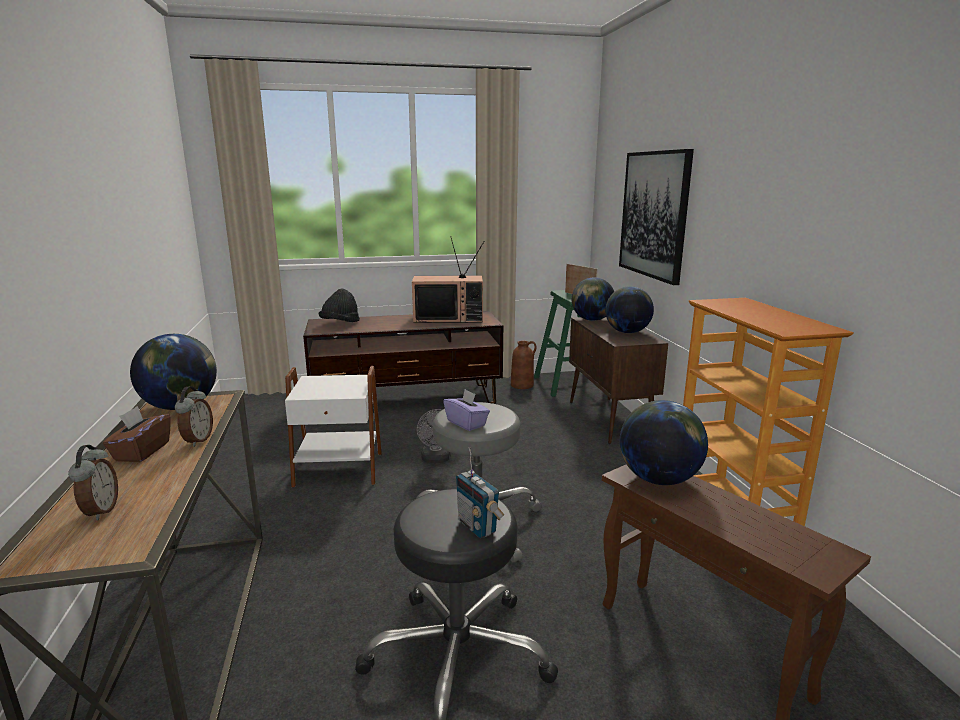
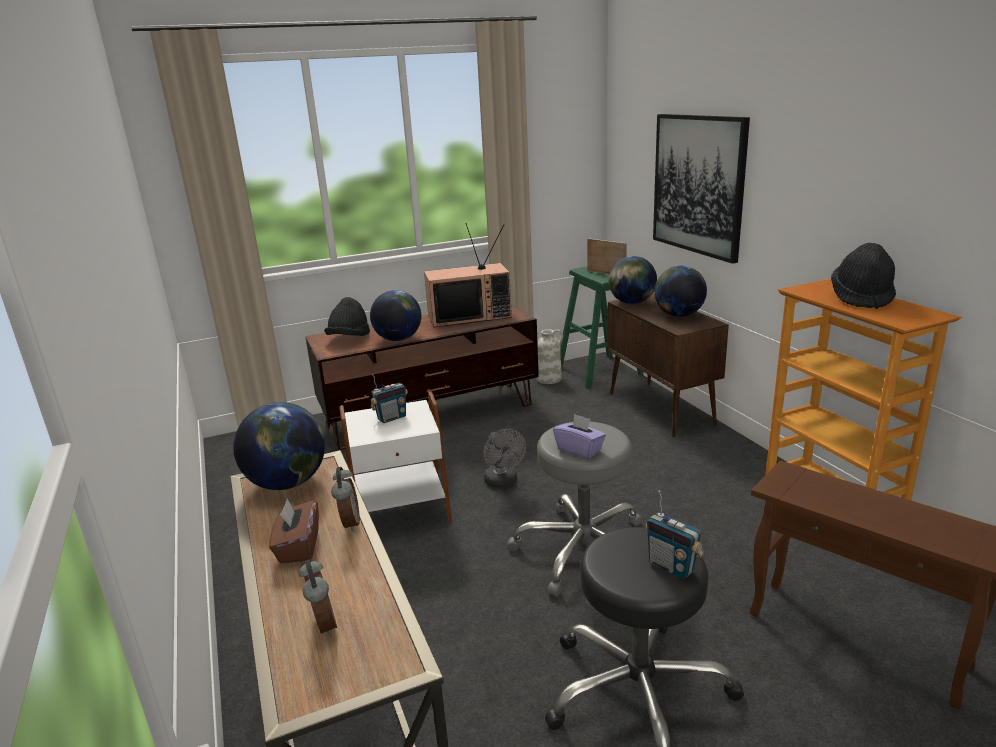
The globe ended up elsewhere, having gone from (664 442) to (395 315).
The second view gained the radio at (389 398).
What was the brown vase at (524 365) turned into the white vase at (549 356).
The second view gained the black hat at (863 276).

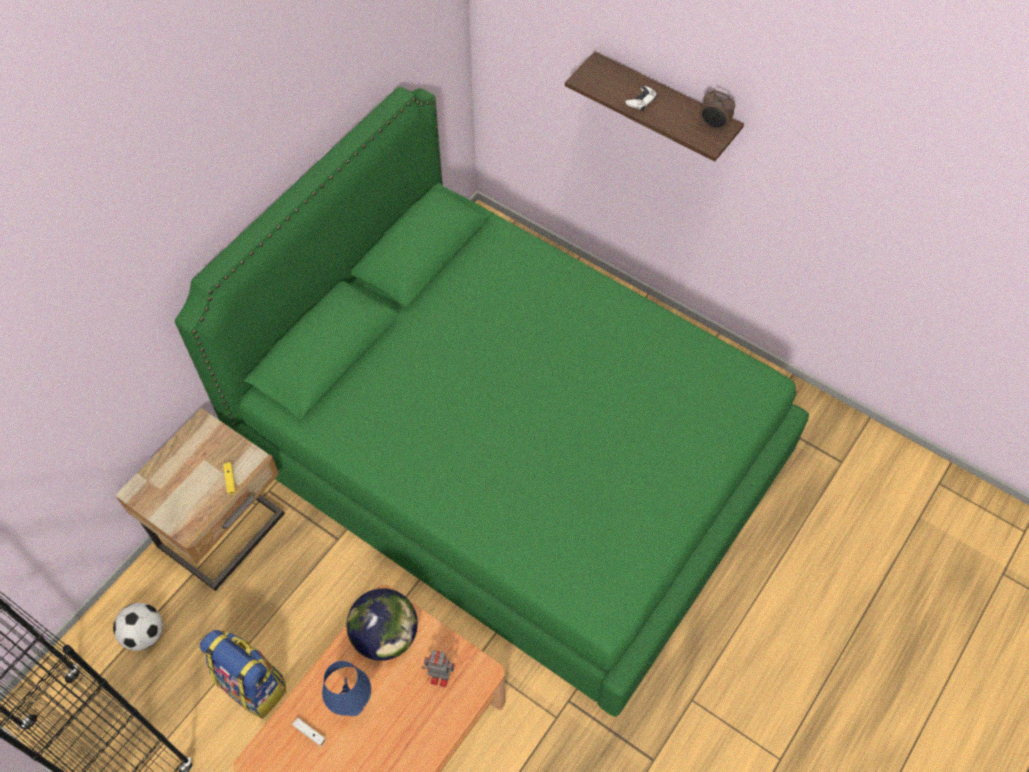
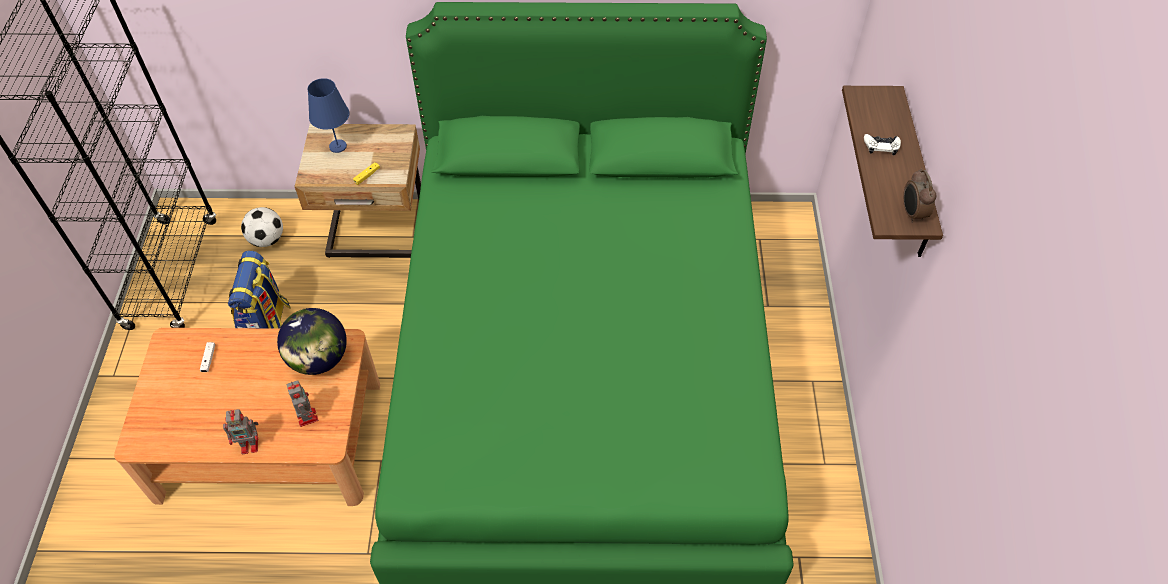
The second view gained the toy robot at (240 431).
The blue table lamp ended up elsewhere, having gone from (346 688) to (328 115).

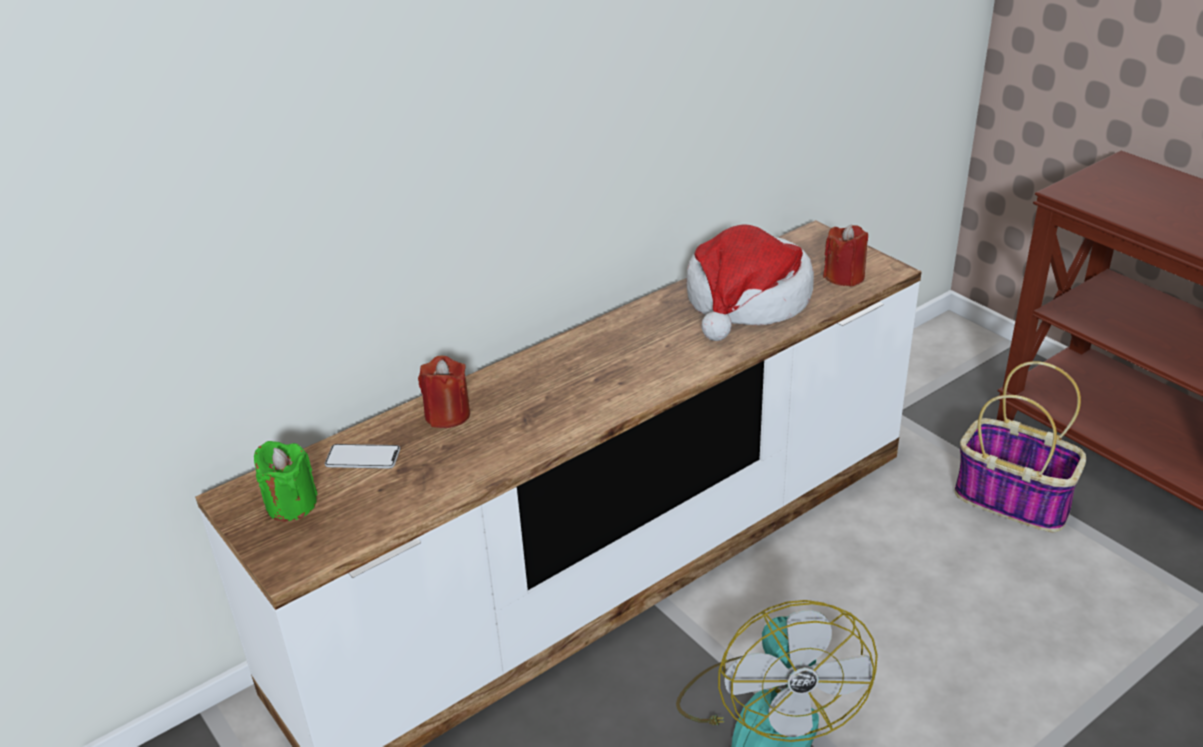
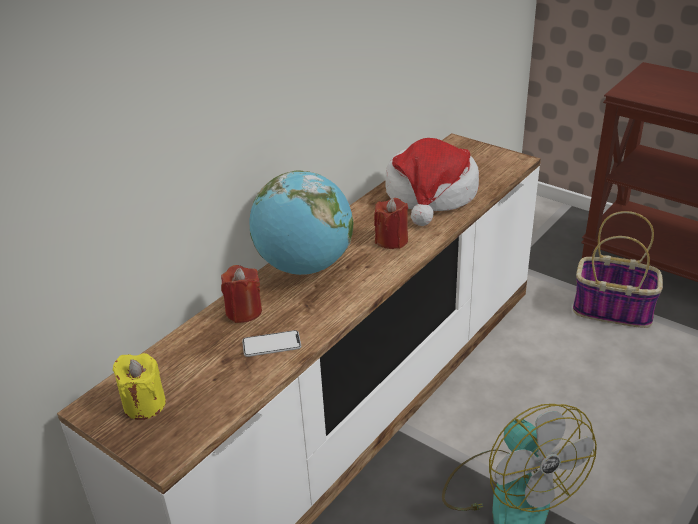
What was the green candle at (286 481) turned into the yellow candle at (139 386).
The phone ended up elsewhere, having gone from (362 456) to (271 343).
The second view gained the globe at (301 223).
The red candle ended up elsewhere, having gone from (845 255) to (391 223).

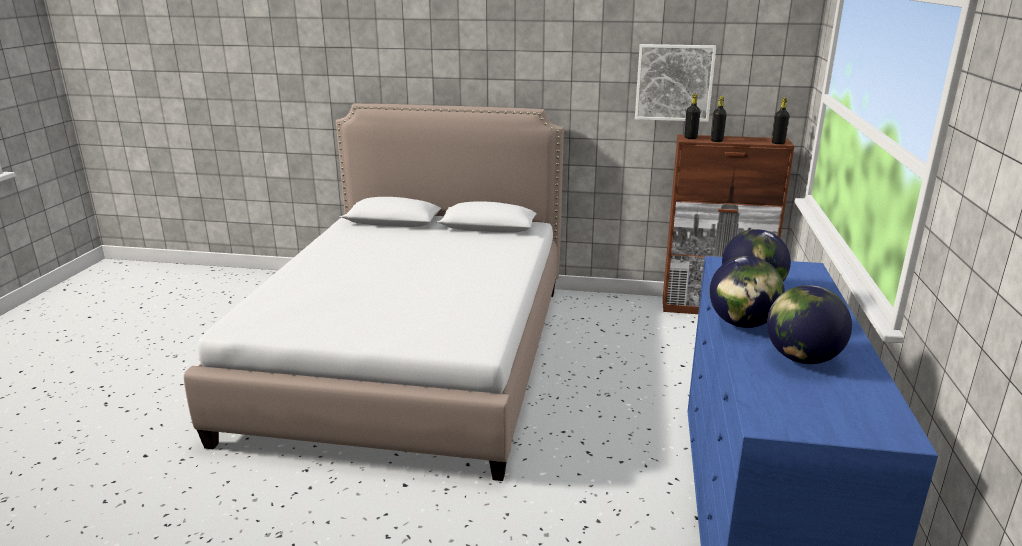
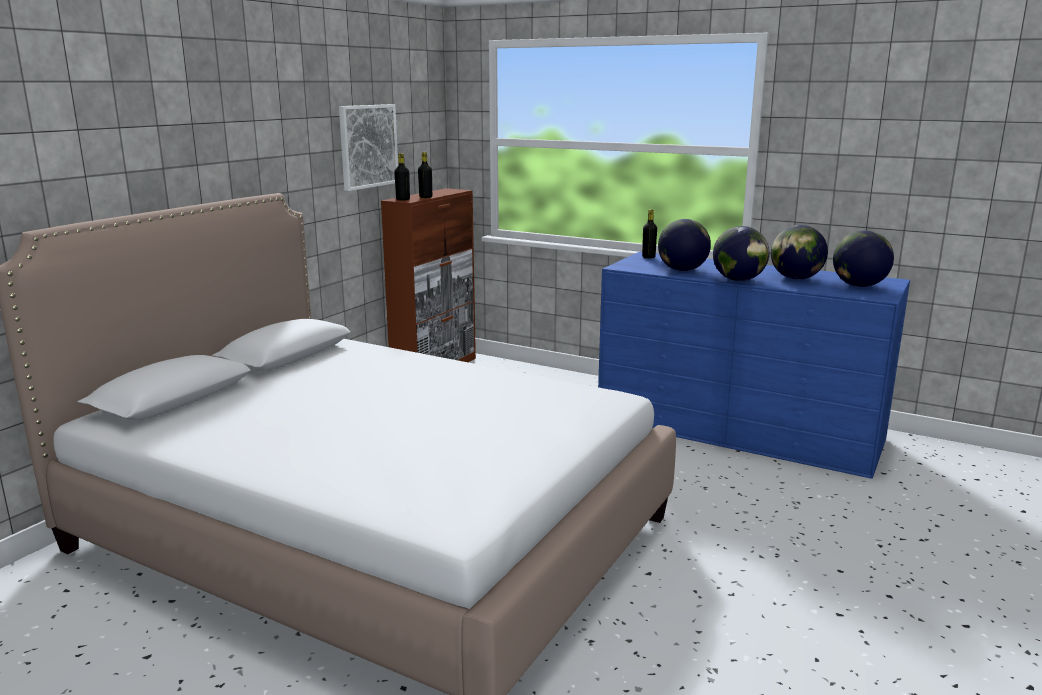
The black bottle ended up elsewhere, having gone from (780 121) to (649 234).
The second view gained the globe at (863 258).

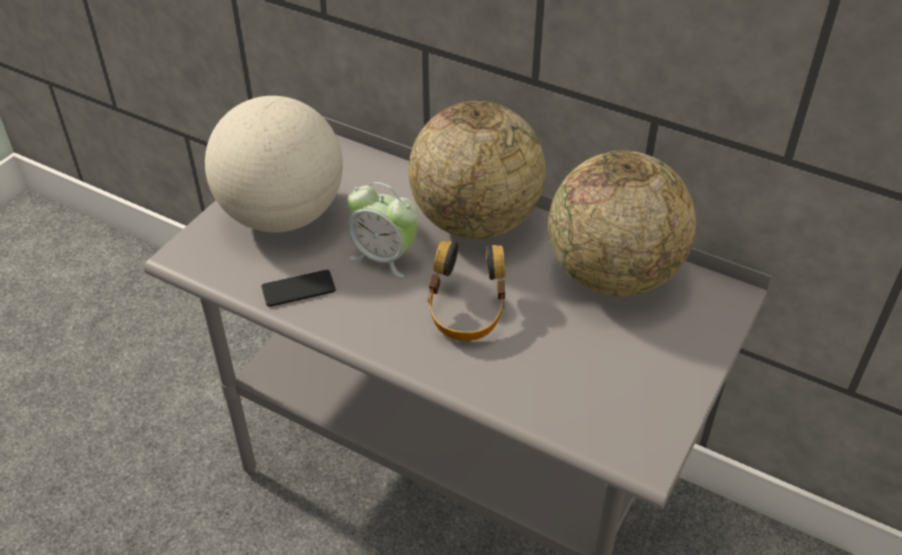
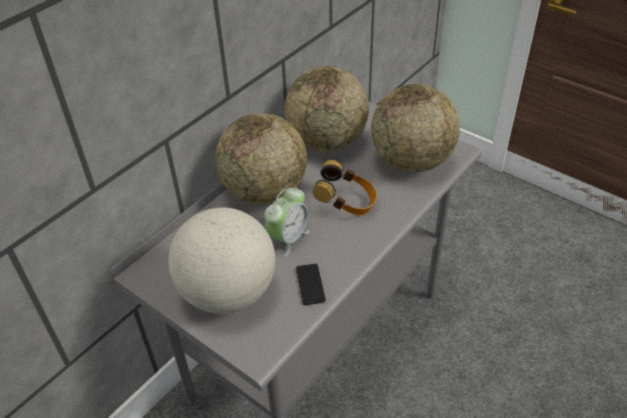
The second view gained the globe at (415 128).

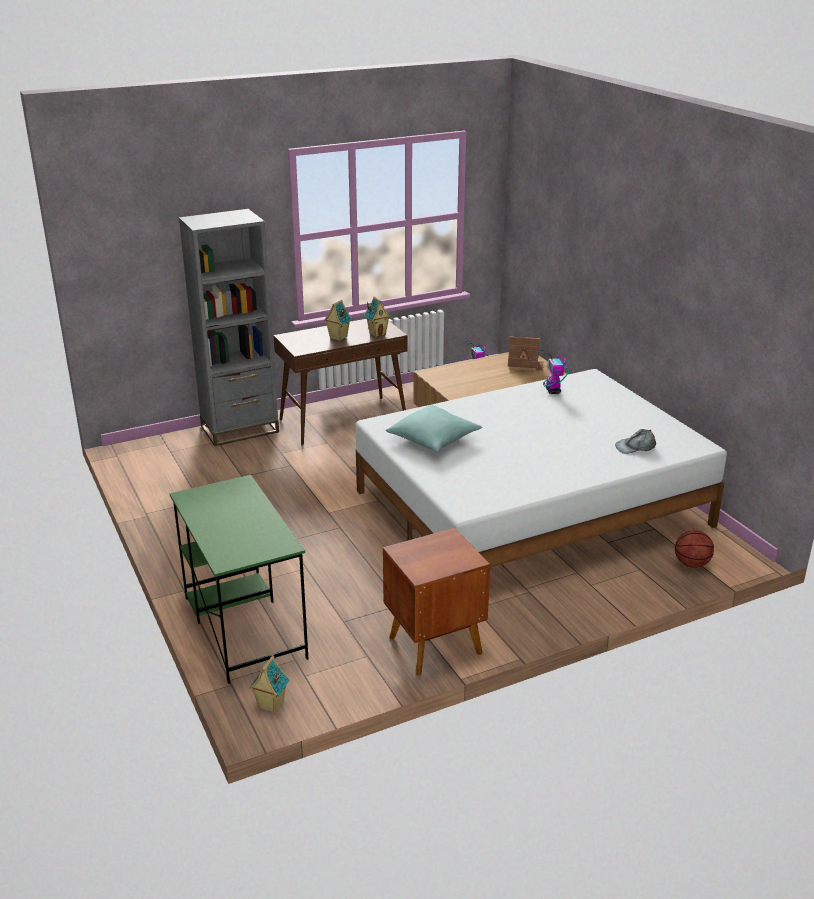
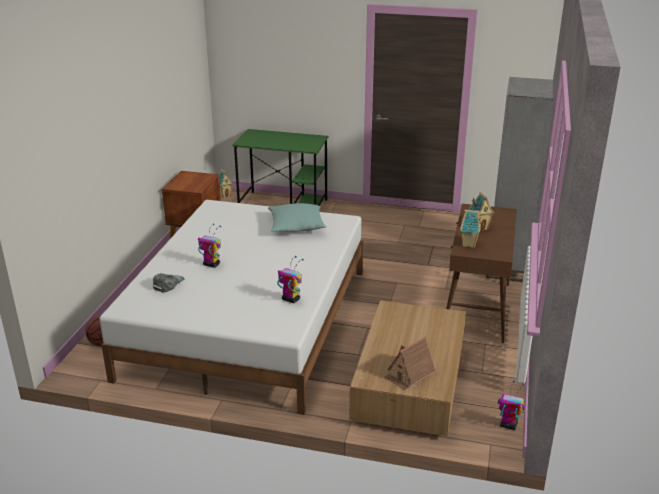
The second view gained the toy robot at (209 246).

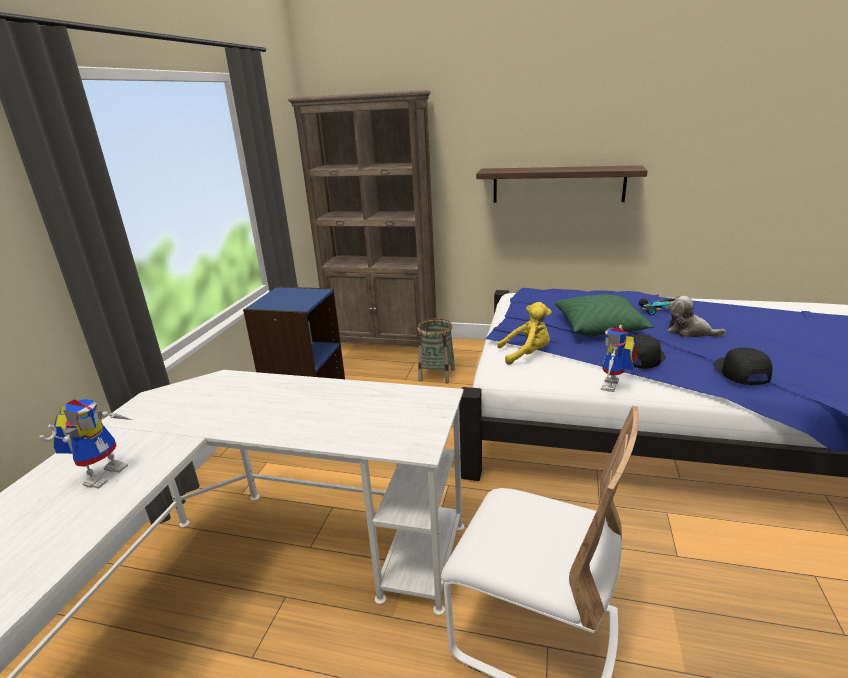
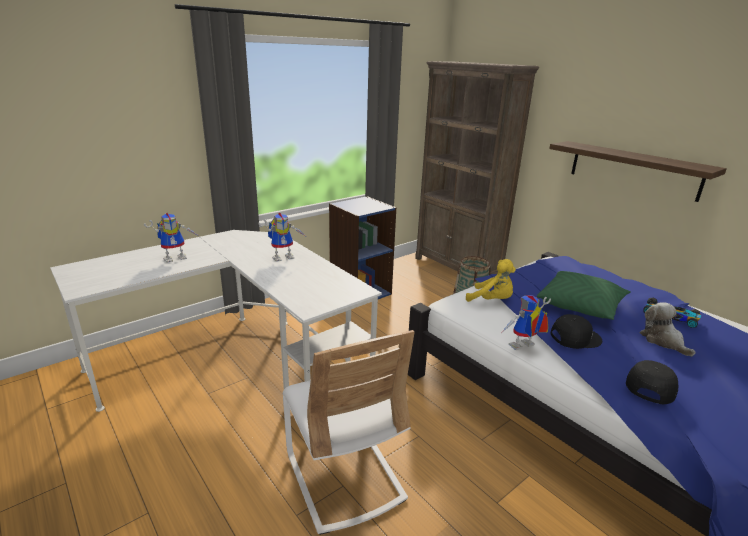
The second view gained the toy robot at (281 237).

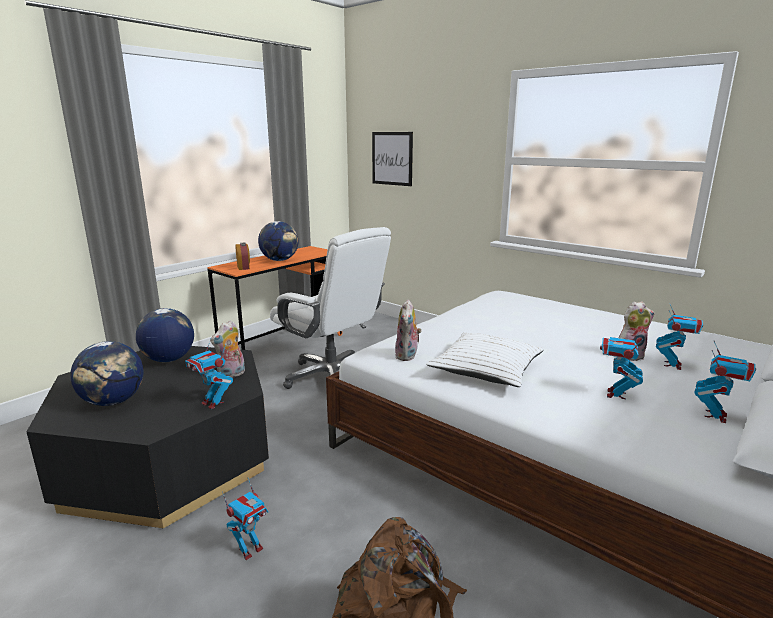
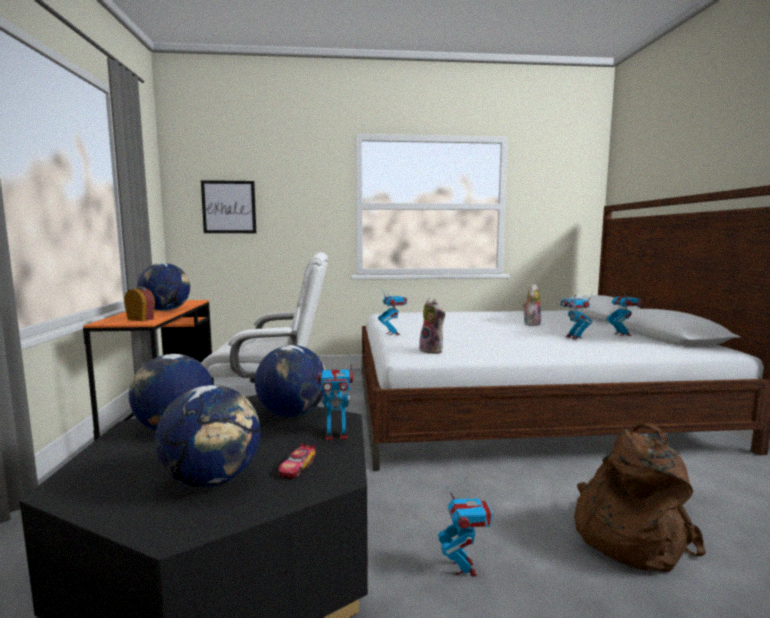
Where the plush toy stood at (227 349), the globe came to stand at (290 381).
The second view gained the toy car at (297 461).
The toy robot ended up elsewhere, having gone from (679 337) to (393 312).
The second view lost the white pillow at (485 359).

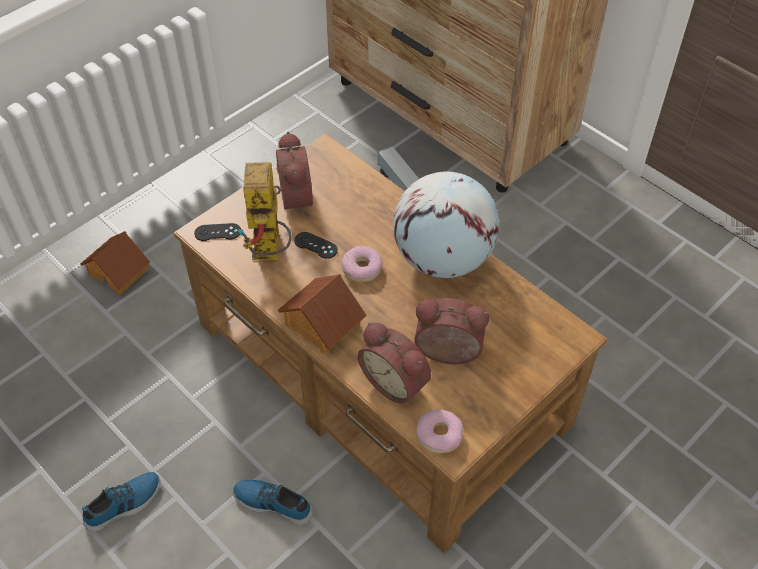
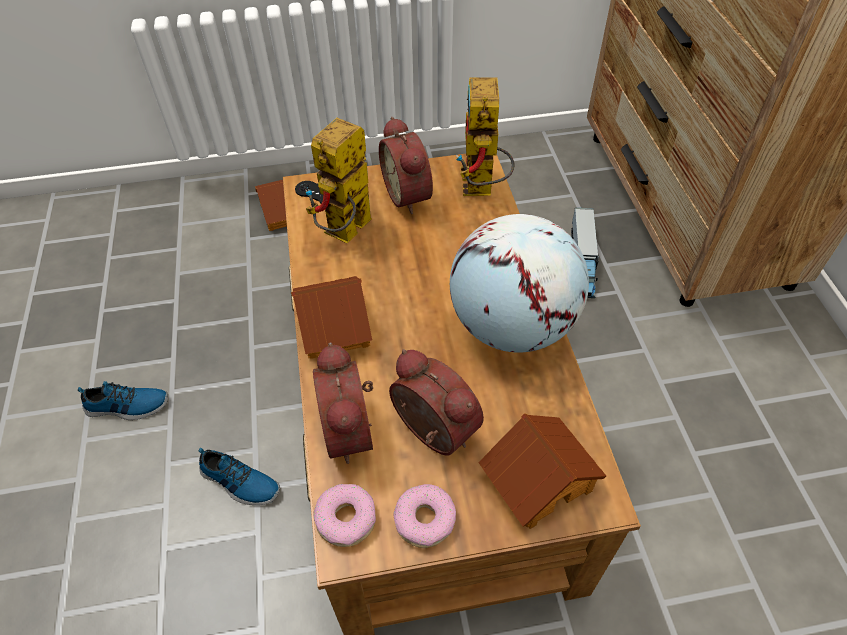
The shoe at (273 502) ended up facing another way, 150 degrees clockwise from before.
The alarm clock at (293 173) ended up facing another way, 135 degrees clockwise from before.
The donut ended up elsewhere, having gone from (362 264) to (424 516).
The second view gained the toy robot at (485 136).
The second view gained the toy house at (542 471).
The second view lost the black game controller at (316 245).

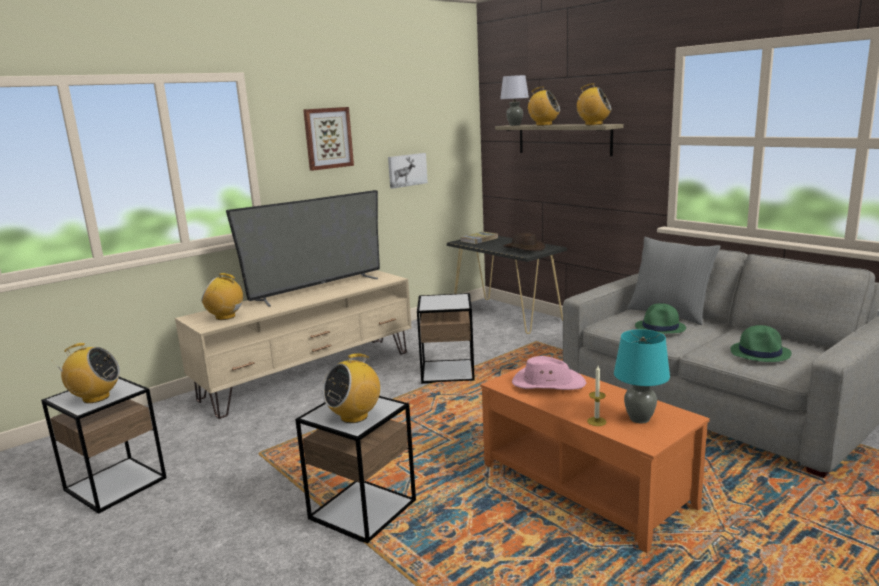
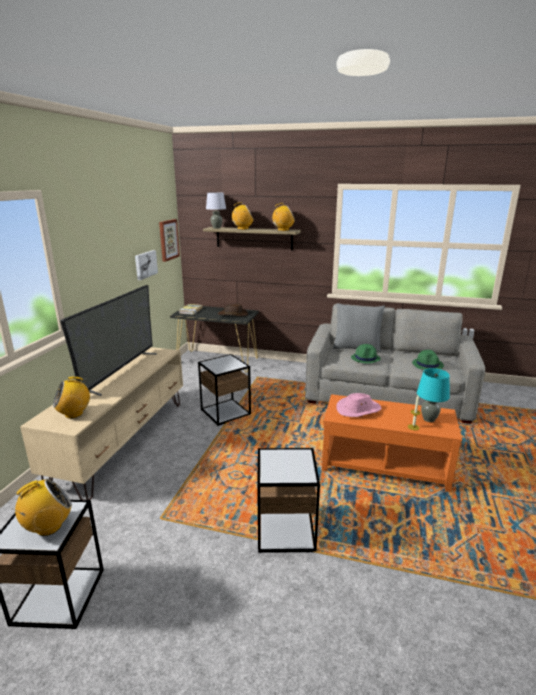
The picture ended up elsewhere, having gone from (328 139) to (169 240).
The second view lost the radio at (351 388).

